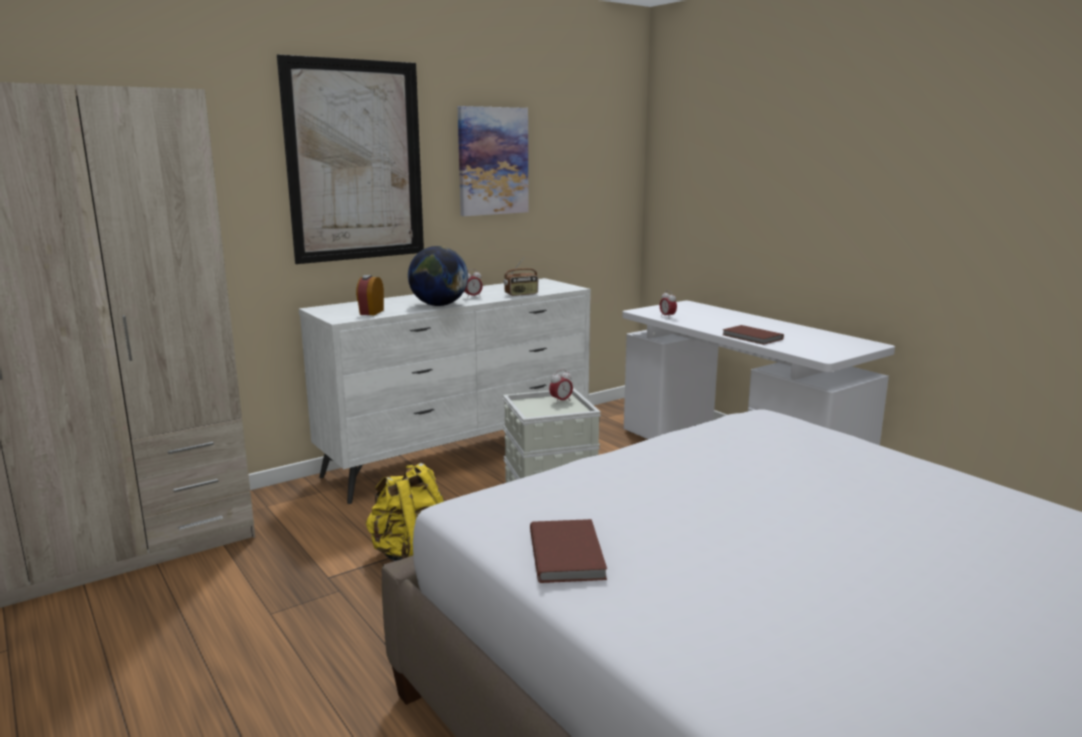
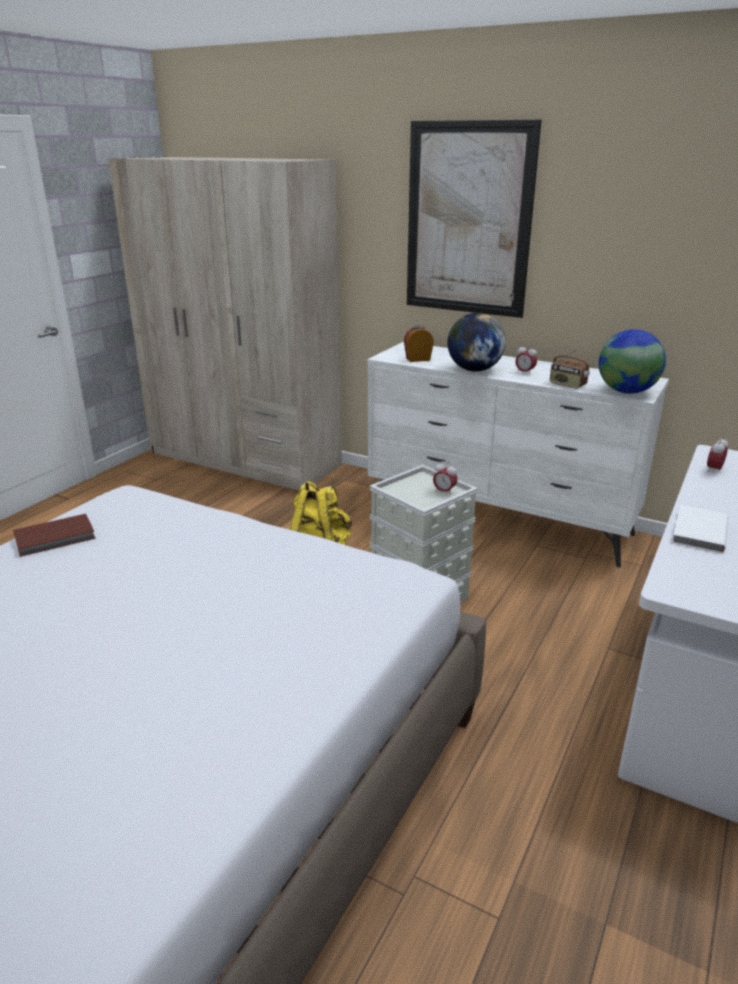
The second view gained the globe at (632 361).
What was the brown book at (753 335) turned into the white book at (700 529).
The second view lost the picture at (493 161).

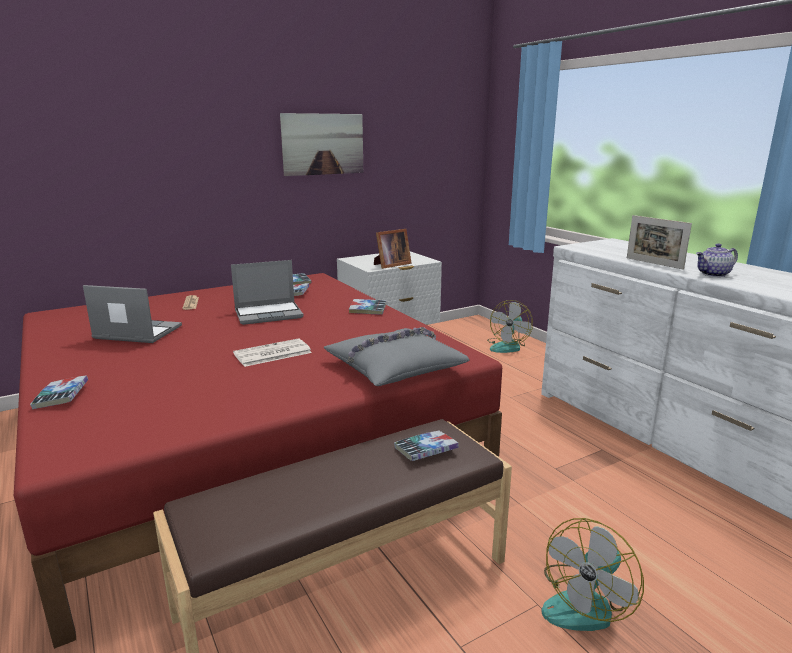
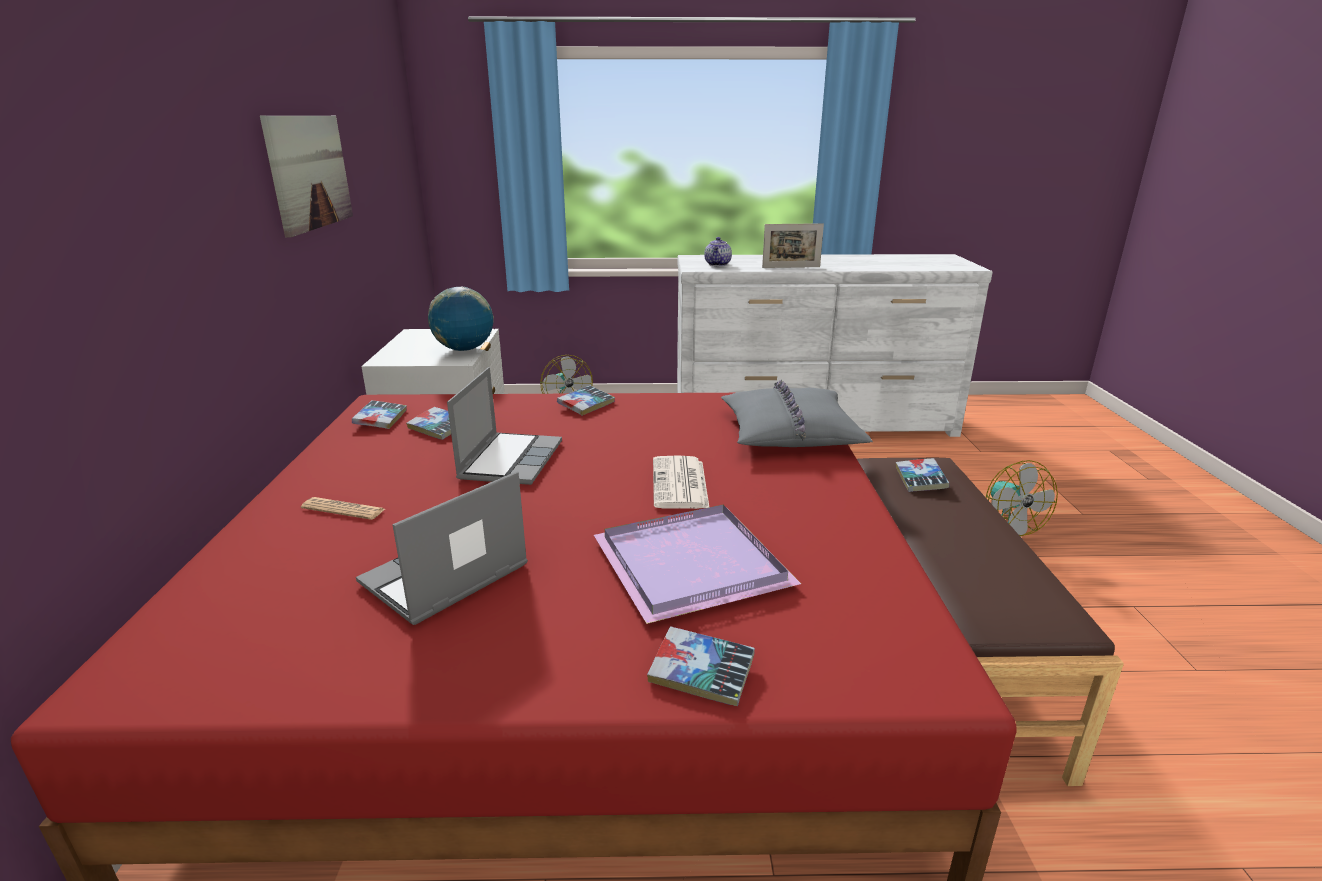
Where the picture frame stood at (393 249), the globe came to stand at (461 319).
The second view gained the purple tray at (697 564).
The teapot ended up elsewhere, having gone from (717 260) to (718 251).

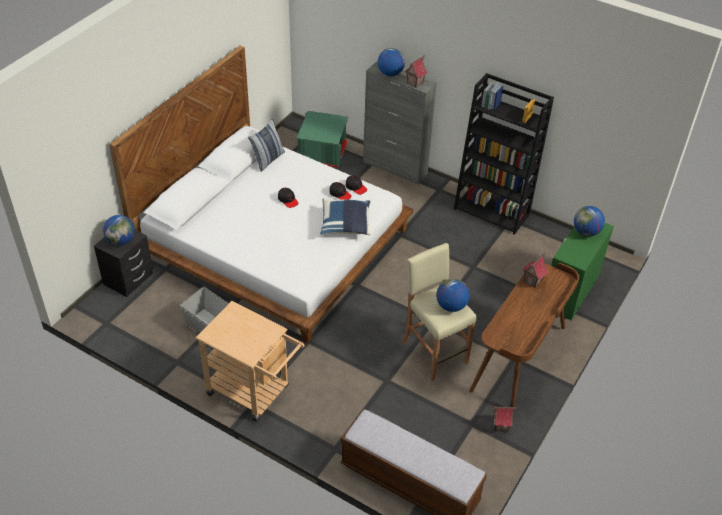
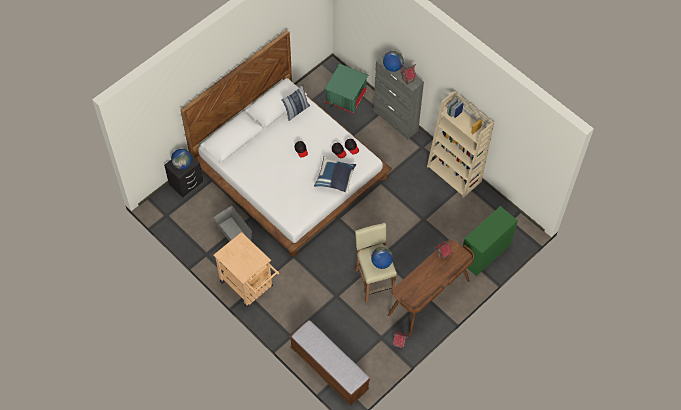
What was the black bookcase at (504 154) turned into the beige bookcase at (460 144).
The second view lost the globe at (589 221).

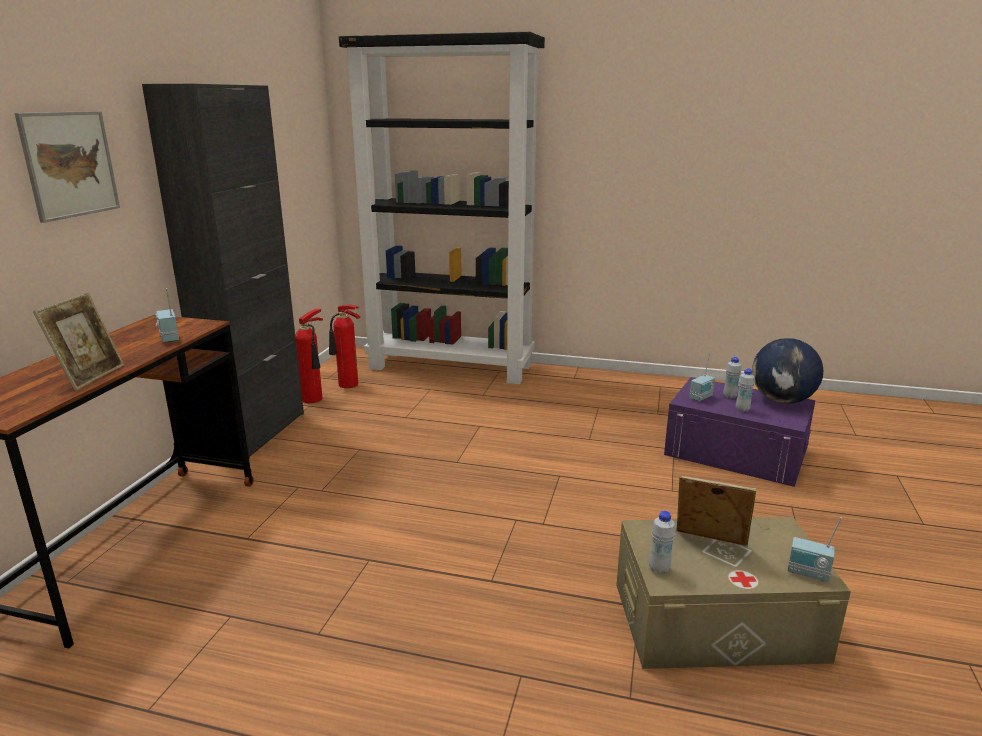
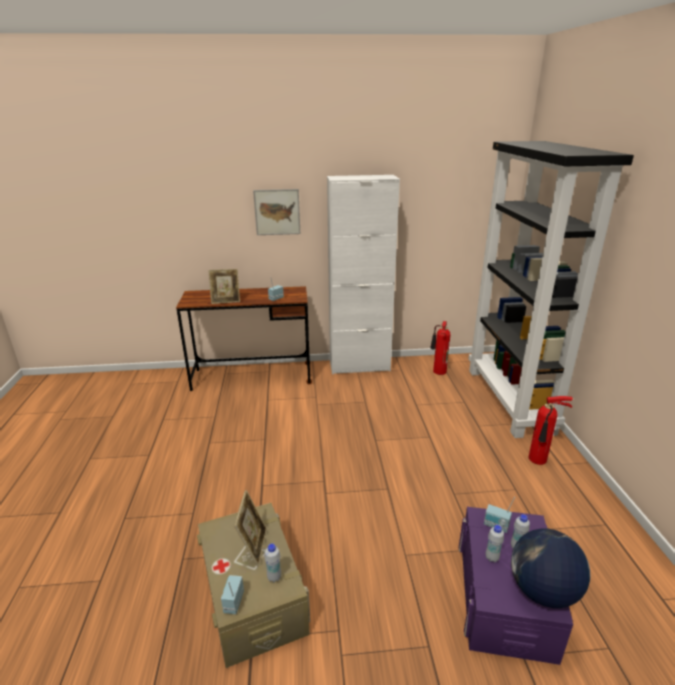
The white bottle ended up elsewhere, having gone from (662 542) to (272 562).
What was the black cabinet at (223 271) turned into the white cabinet at (363 274).
The fire extinguisher ended up elsewhere, having gone from (309 356) to (551 430).

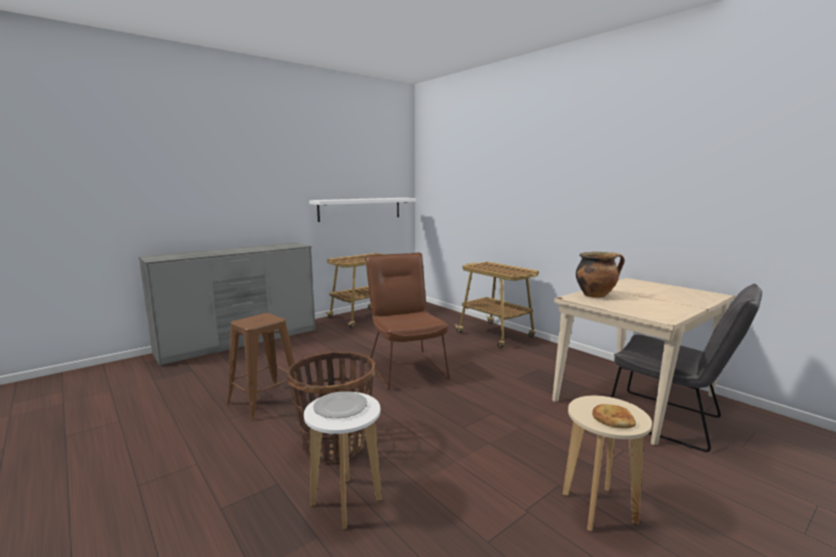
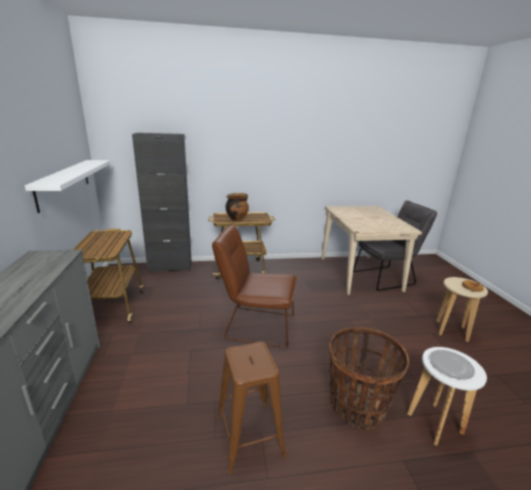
The second view gained the black cabinet at (162 202).
The cooking pot ended up elsewhere, having gone from (600 275) to (237 207).

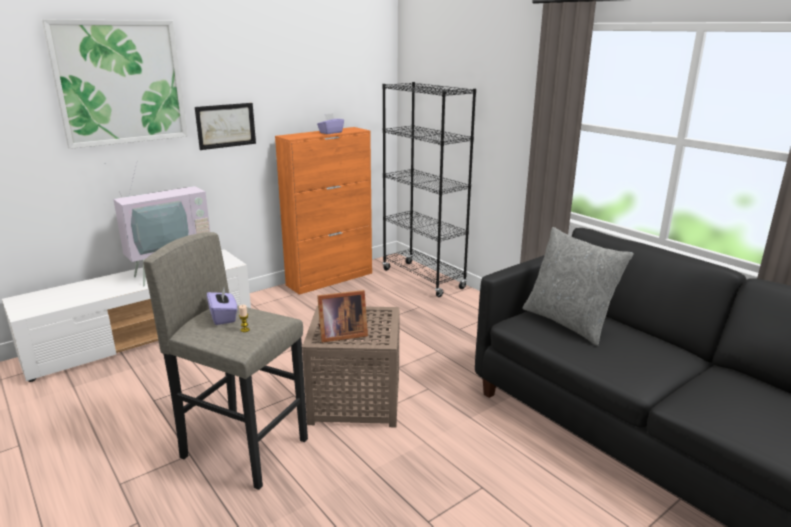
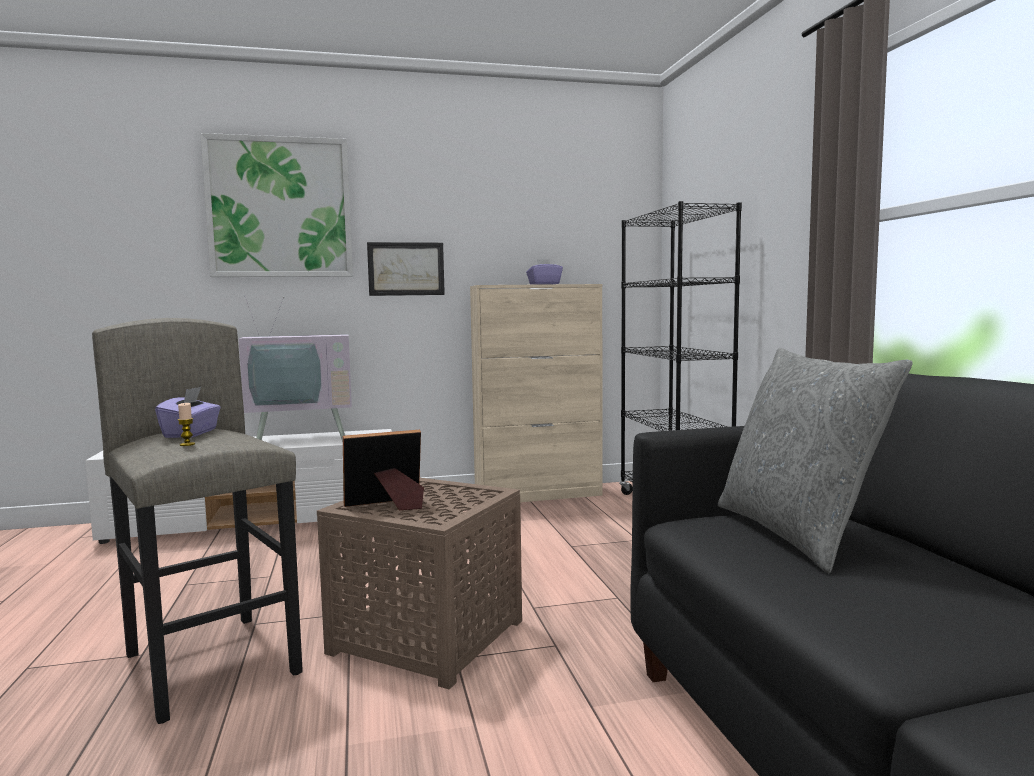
The picture frame at (342 316) ended up facing another way, 150 degrees clockwise from before.
What was the orange cabinet at (323 211) turned into the beige cabinet at (536 393).

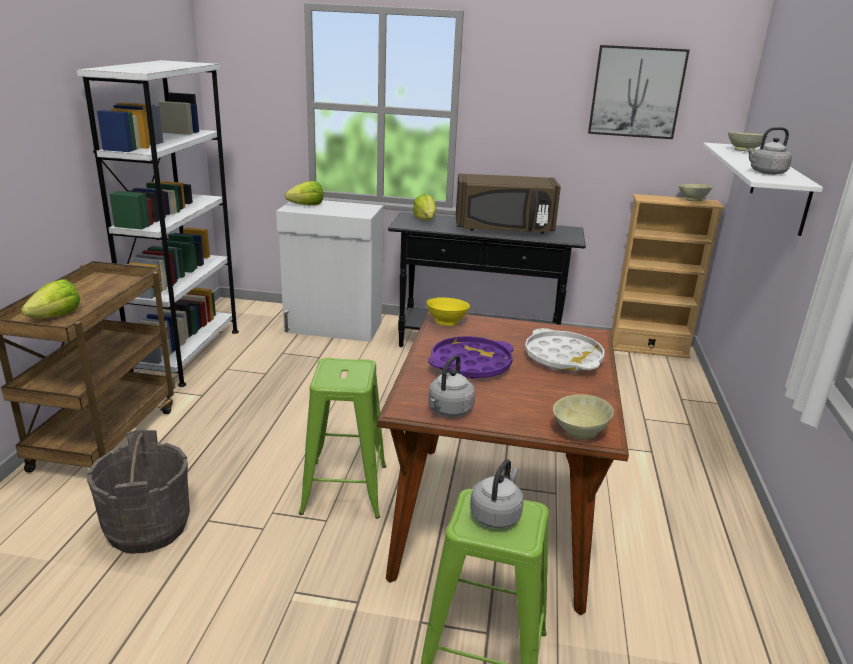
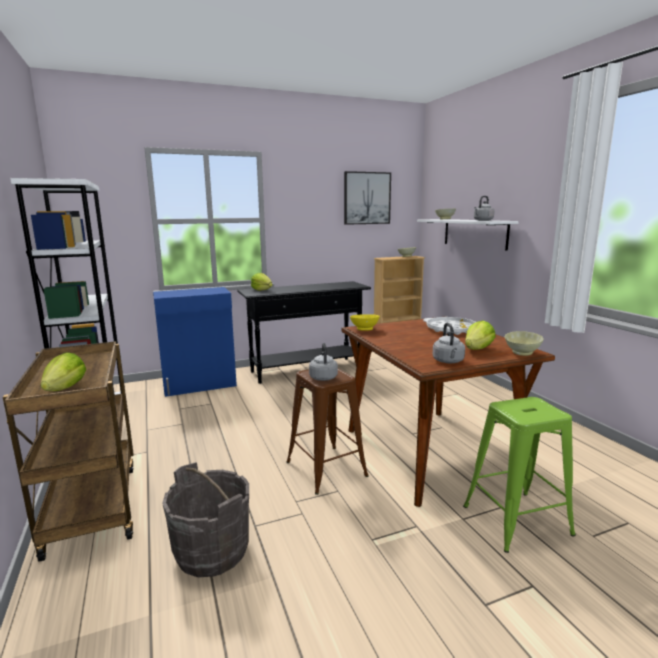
What was the white cabinet at (329 271) turned into the blue cabinet at (195 342).
What was the green stool at (342 438) turned into the brown stool at (327 432).
The grey kettle ended up elsewhere, having gone from (497 493) to (323 362).
The lettuce ended up elsewhere, having gone from (304 193) to (480 335).
The second view lost the purple tray at (471 357).
The second view lost the brown microwave at (508 204).

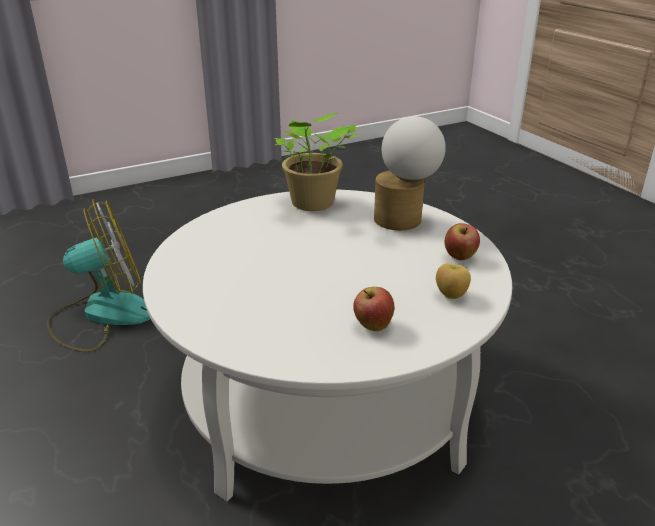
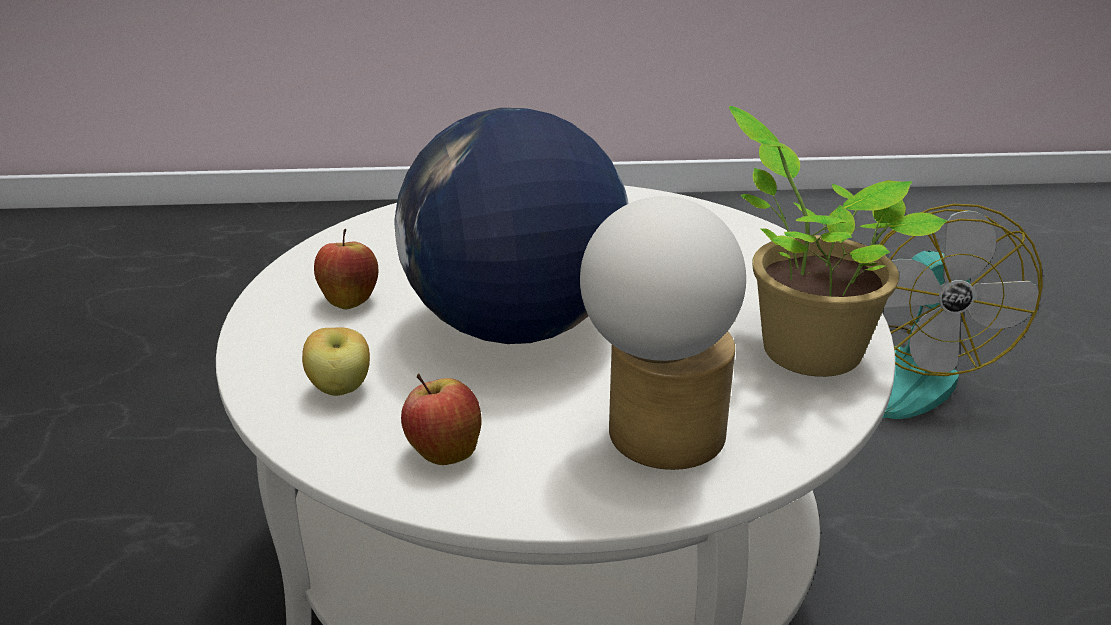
The second view gained the globe at (511 226).

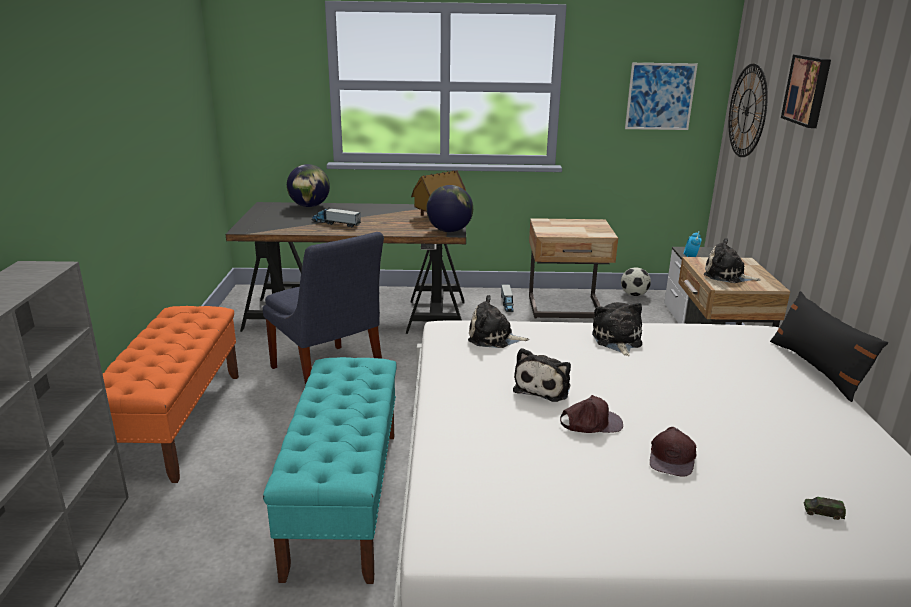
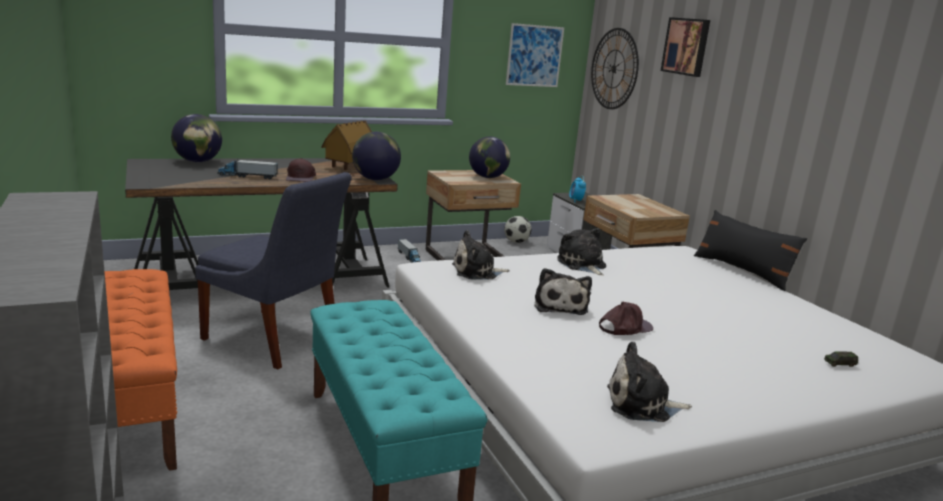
The brown cap ended up elsewhere, having gone from (673 452) to (301 170).
The second view gained the globe at (489 157).
The plush toy ended up elsewhere, having gone from (732 260) to (649 382).

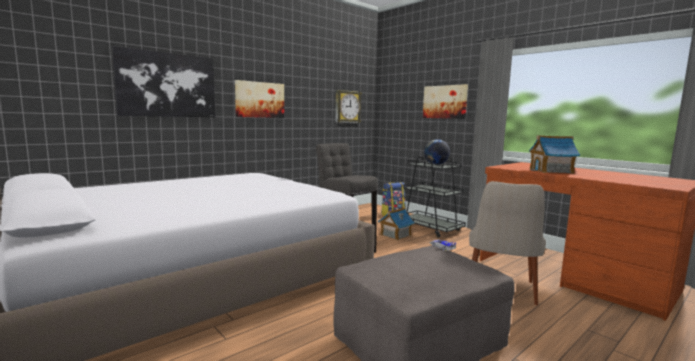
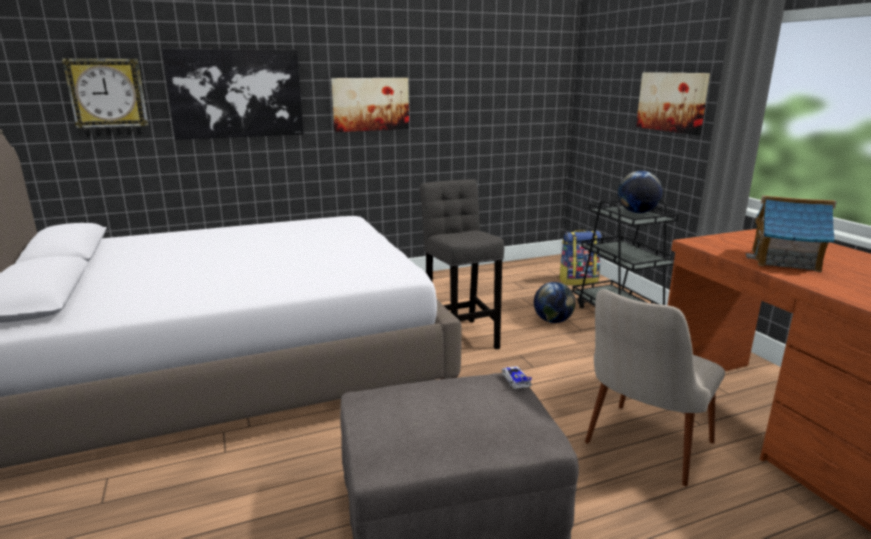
The wall clock ended up elsewhere, having gone from (348 108) to (105 97).
Where the toy house stood at (396 224), the globe came to stand at (554 302).

